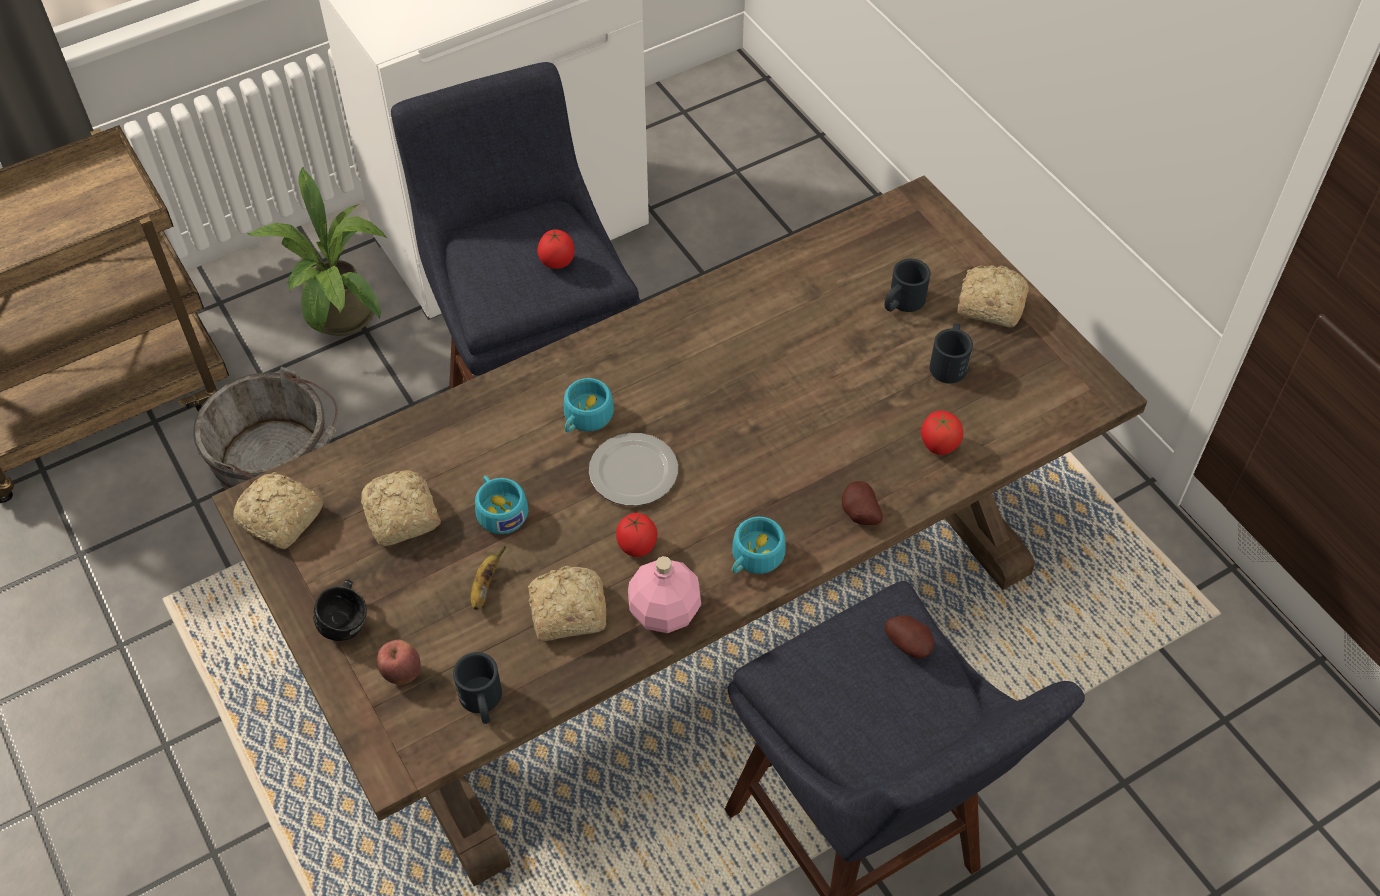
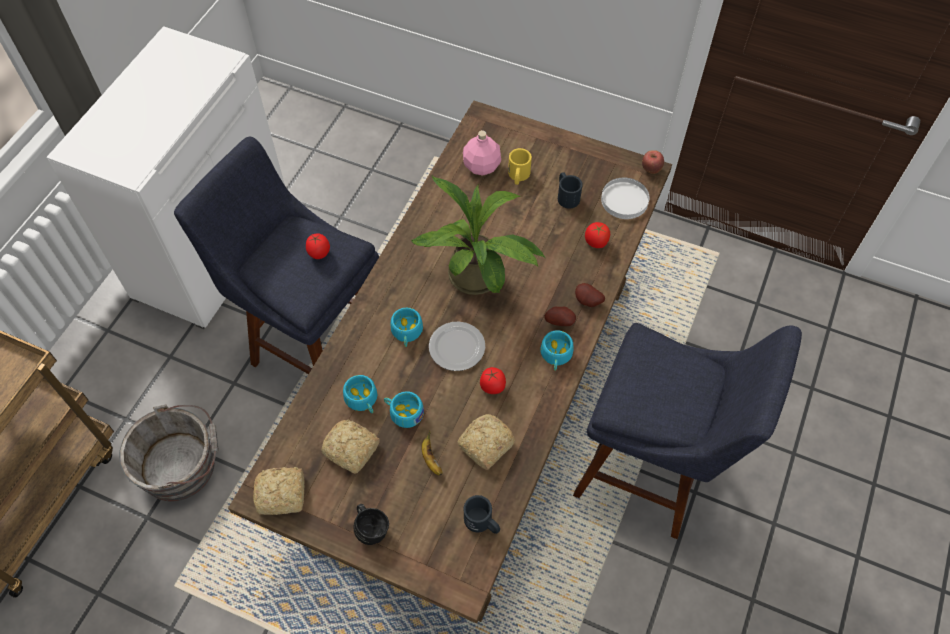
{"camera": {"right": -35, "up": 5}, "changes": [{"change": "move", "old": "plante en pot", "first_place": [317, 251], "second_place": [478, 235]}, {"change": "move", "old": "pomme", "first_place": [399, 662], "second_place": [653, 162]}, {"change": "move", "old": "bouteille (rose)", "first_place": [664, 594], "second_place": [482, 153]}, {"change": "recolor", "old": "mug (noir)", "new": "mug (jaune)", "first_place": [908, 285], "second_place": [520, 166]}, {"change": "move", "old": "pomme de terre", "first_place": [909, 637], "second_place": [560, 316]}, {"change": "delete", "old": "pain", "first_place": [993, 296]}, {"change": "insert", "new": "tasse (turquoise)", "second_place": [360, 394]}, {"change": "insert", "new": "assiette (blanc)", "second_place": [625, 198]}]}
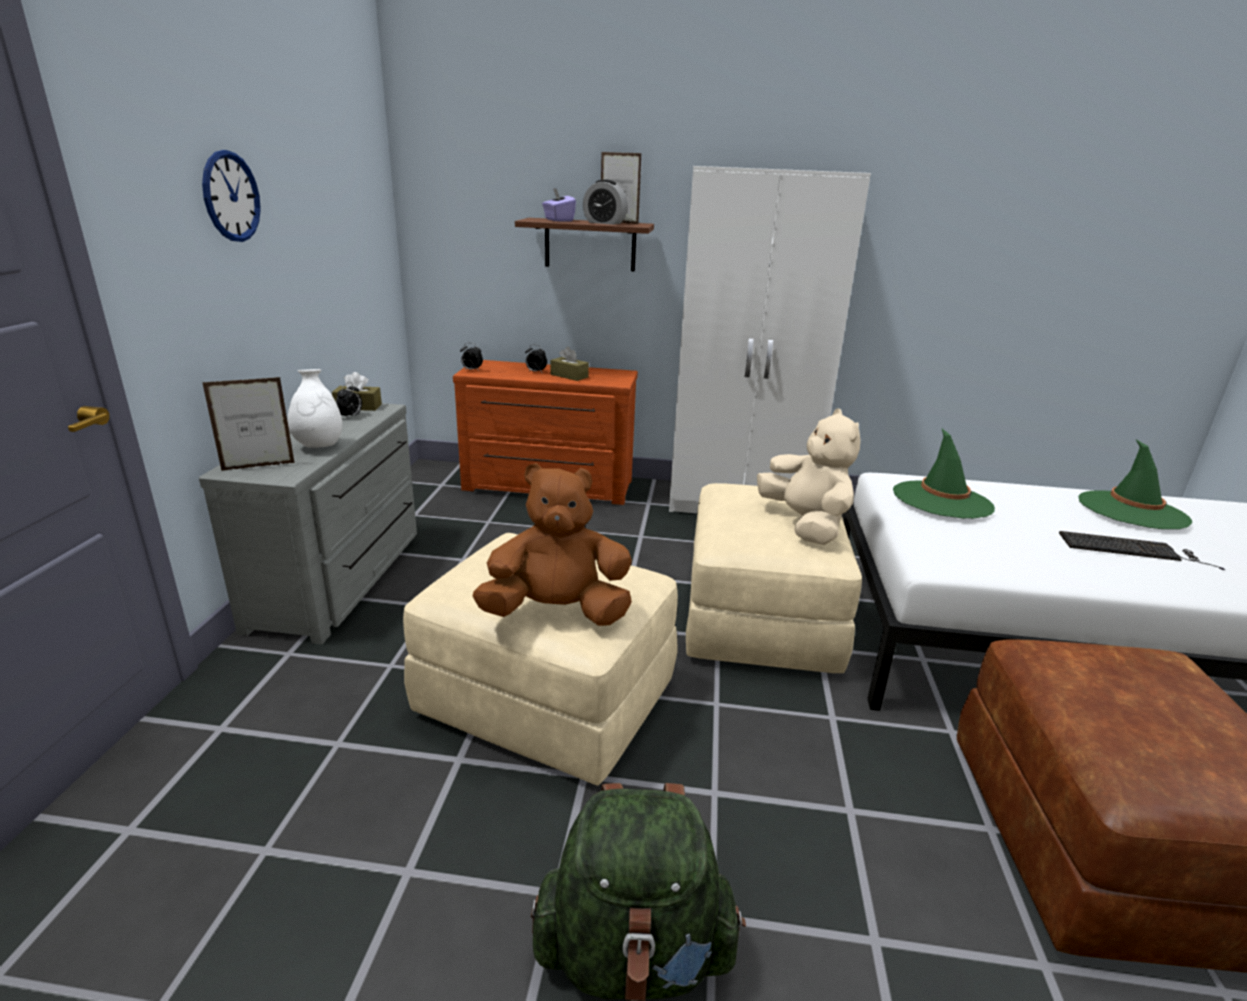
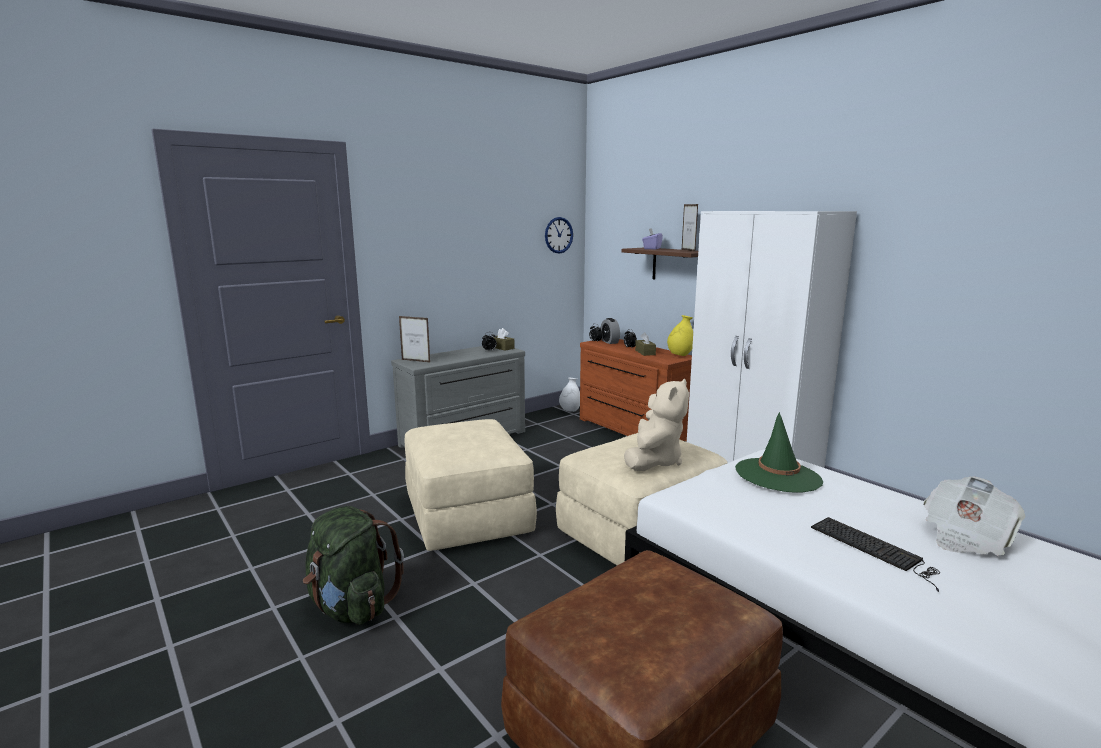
{"camera": {"right": 45, "up": -10}, "changes": [{"change": "move", "old": "horloge murale", "first_place": [231, 196], "second_place": [559, 235]}, {"change": "move", "old": "vase (blanc)", "first_place": [314, 408], "second_place": [569, 395]}, {"change": "delete", "old": "peluche (marron)", "first_place": [552, 544]}, {"change": "move", "old": "réveil", "first_place": [605, 202], "second_place": [610, 331]}, {"change": "replace", "old": "chapeau (vert)", "new": "journal", "first_place": [1135, 484], "second_place": [974, 516]}, {"change": "insert", "new": "vase (jaune)", "second_place": [680, 335]}]}
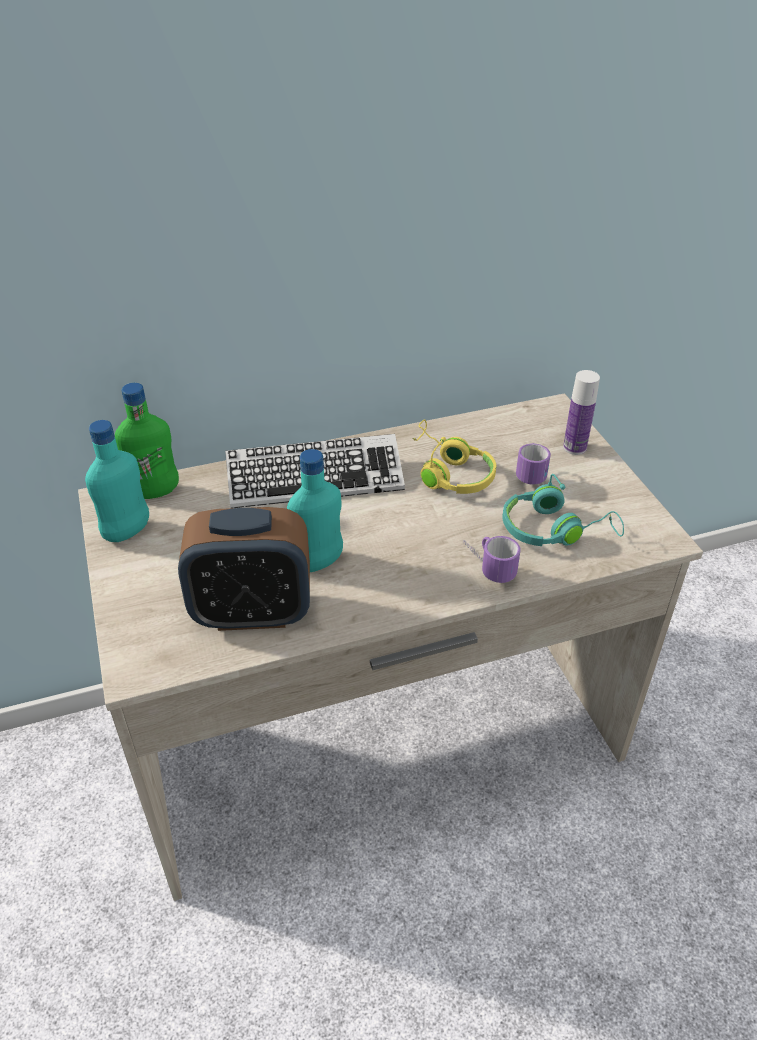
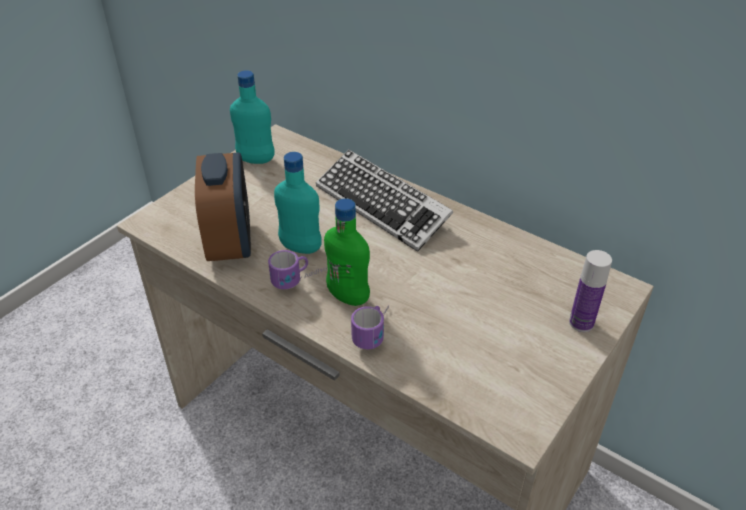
{"camera": {"right": 55, "up": 0}, "changes": [{"change": "move", "old": "bouteille (vert)", "first_place": [147, 441], "second_place": [347, 252]}, {"change": "rotate", "old": "réveil", "first_place": [244, 569], "second_place": [223, 207], "degrees": -150}, {"change": "delete", "old": "casque audio (jaune)", "first_place": [454, 456]}, {"change": "delete", "old": "casque audio (turquoise)", "first_place": [563, 510]}, {"change": "move", "old": "mug", "first_place": [533, 463], "second_place": [297, 269]}]}
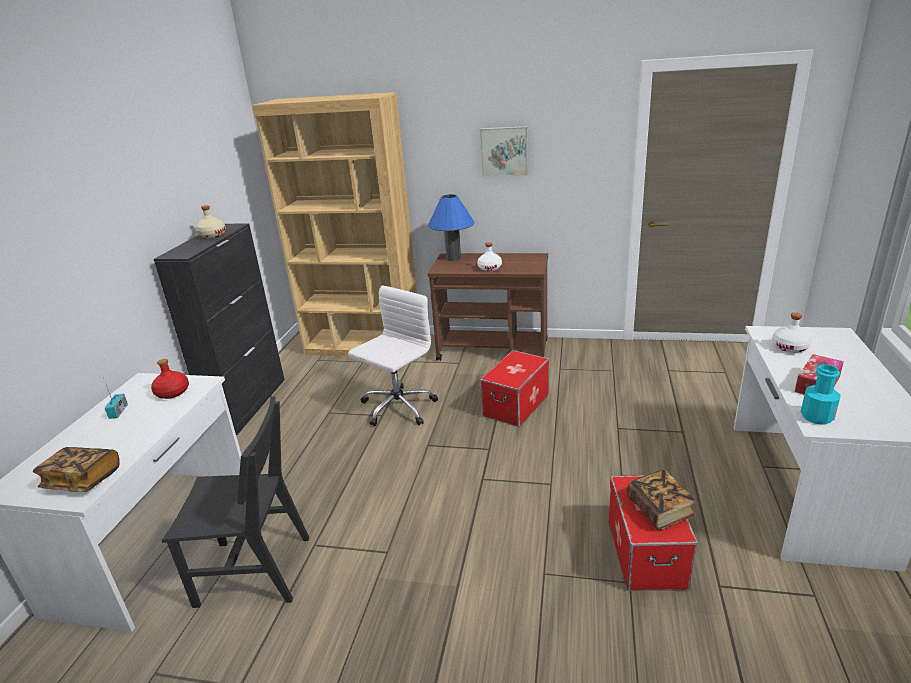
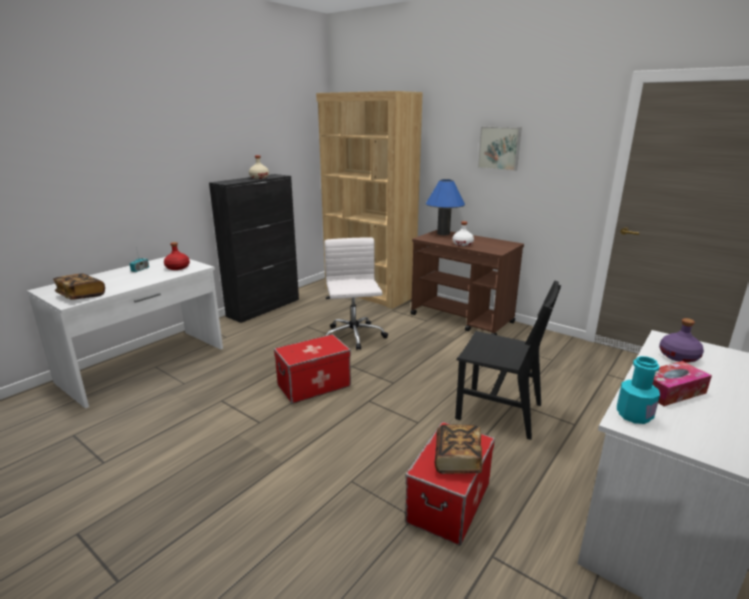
{"camera": {"right": 25, "up": -5}, "changes": [{"change": "move", "old": "chaise (noir)", "first_place": [235, 502], "second_place": [508, 360]}, {"change": "rotate", "old": "chaise de bureau (blanc)", "first_place": [393, 356], "second_place": [356, 293], "degrees": -75}, {"change": "move", "old": "boîte de rangement", "first_place": [514, 388], "second_place": [312, 369]}, {"change": "recolor", "old": "bouteille (blanc)", "new": "bouteille (violet)", "first_place": [791, 332], "second_place": [681, 340]}]}
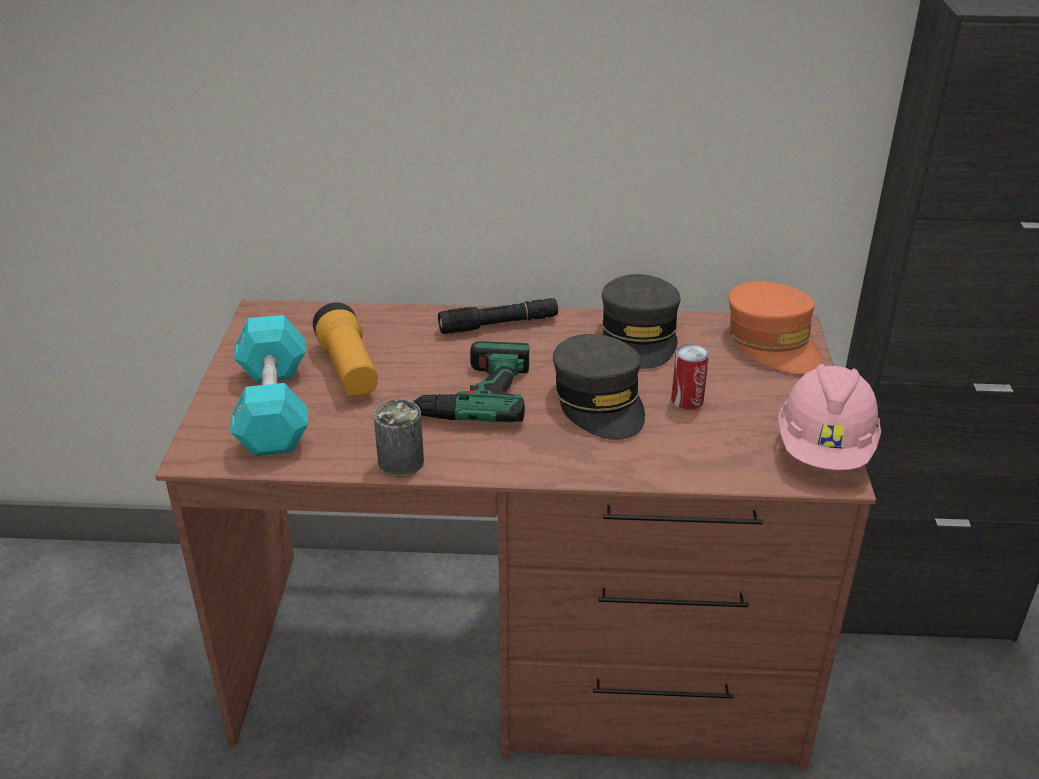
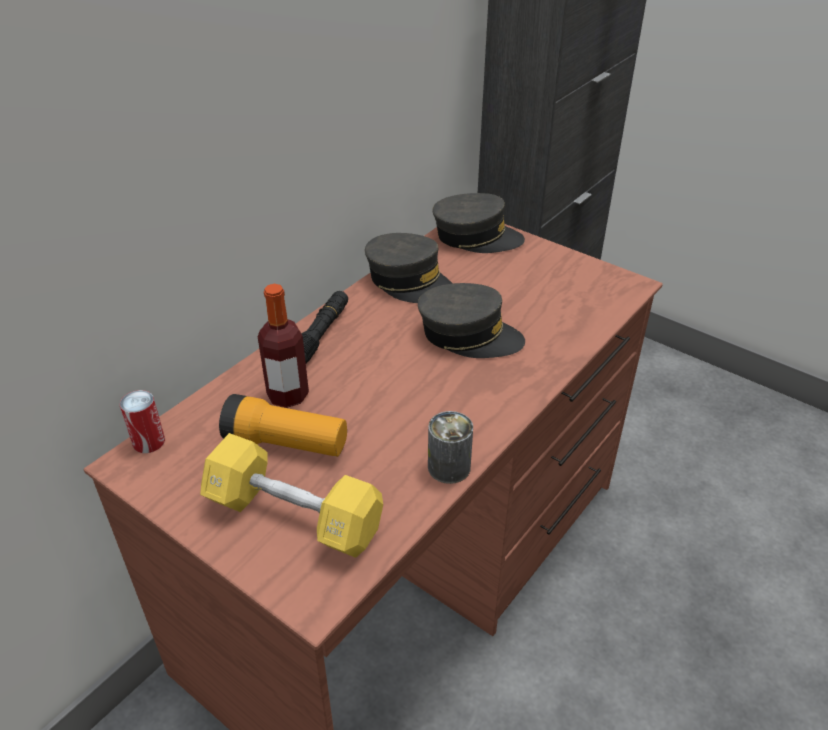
{"camera": {"right": -55, "up": 5}, "changes": [{"change": "recolor", "old": "haltère (turquoise)", "new": "haltère (jaune)", "first_place": [269, 385], "second_place": [291, 495]}, {"change": "delete", "old": "perceuse", "first_place": [471, 381]}, {"change": "move", "old": "boîte métallique", "first_place": [690, 377], "second_place": [142, 421]}, {"change": "recolor", "old": "casquette (orange)", "new": "casquette (gris)", "first_place": [775, 327], "second_place": [478, 223]}, {"change": "delete", "old": "casque de chantier (rose)", "first_place": [829, 417]}, {"change": "insert", "new": "bouteille", "second_place": [283, 346]}]}
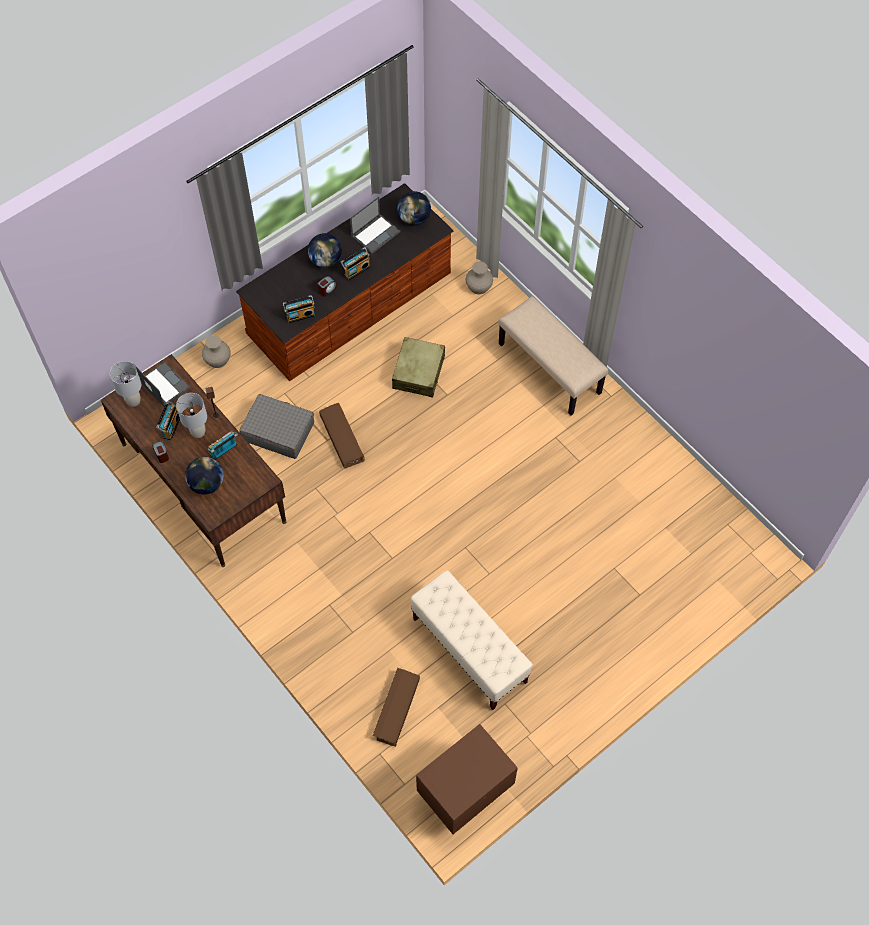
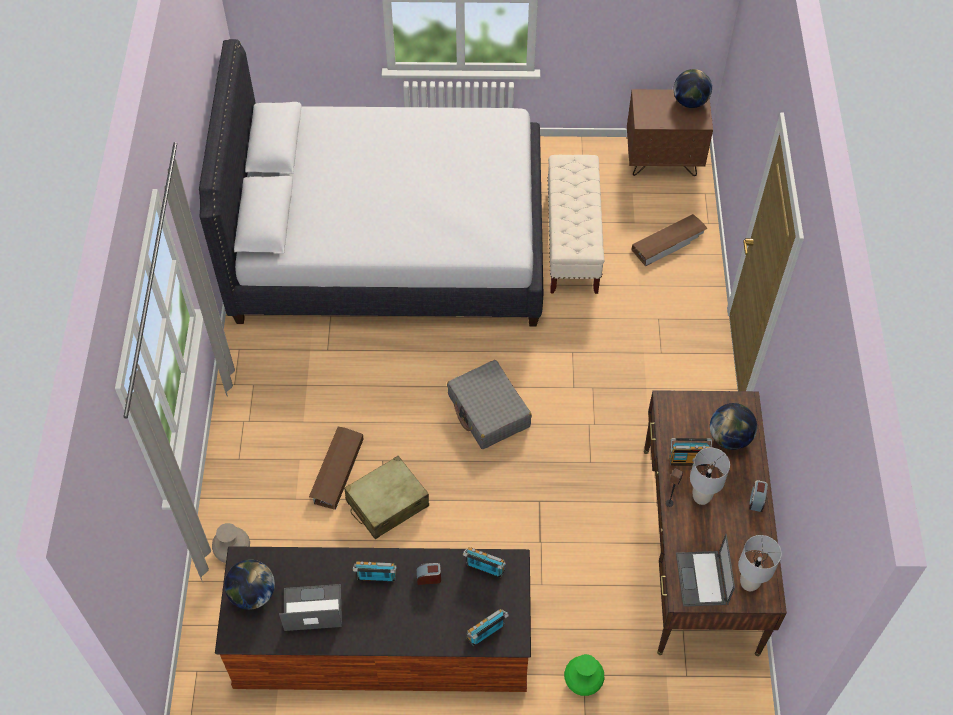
{"camera": {"right": -140, "up": -5}, "changes": [{"change": "move", "old": "radio", "first_place": [168, 420], "second_place": [488, 627]}, {"change": "recolor", "old": "vase (beige)", "new": "vase (vert)", "first_place": [216, 351], "second_place": [584, 675]}, {"change": "move", "old": "valise (gris)", "first_place": [276, 426], "second_place": [489, 404]}, {"change": "move", "old": "globe", "first_place": [325, 250], "second_place": [693, 88]}, {"change": "move", "old": "boîte de rangement (marron)", "first_place": [342, 436], "second_place": [336, 468]}, {"change": "delete", "old": "banc (beige)", "first_place": [553, 356]}, {"change": "insert", "new": "lit (blanc)", "second_place": [371, 182]}]}
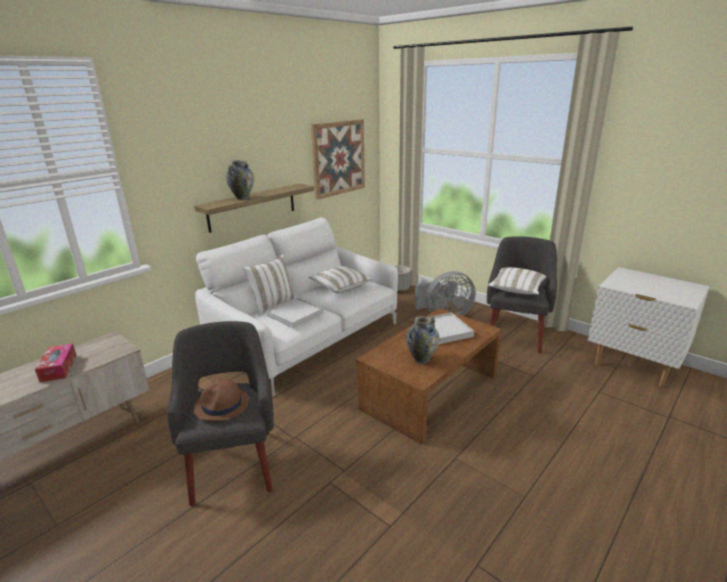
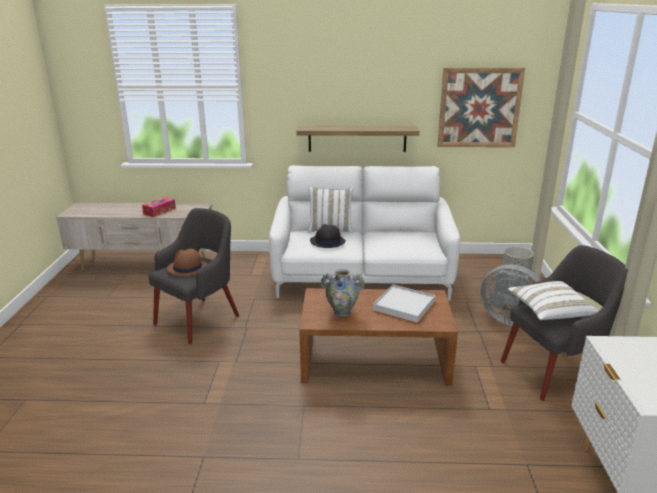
{"camera": {"right": 50, "up": 0}, "changes": [{"change": "delete", "old": "vase", "first_place": [240, 180]}, {"change": "replace", "old": "plateau (blanc)", "new": "chapeau (noir)", "first_place": [295, 312], "second_place": [328, 236]}, {"change": "delete", "old": "coussin (blanc)", "first_place": [340, 279]}]}
